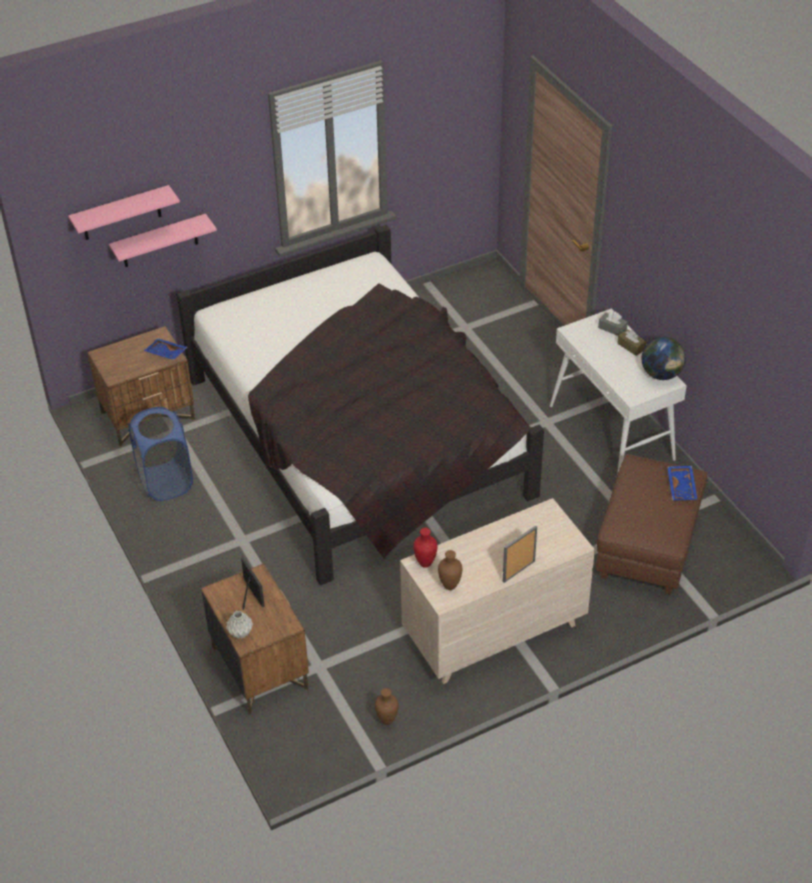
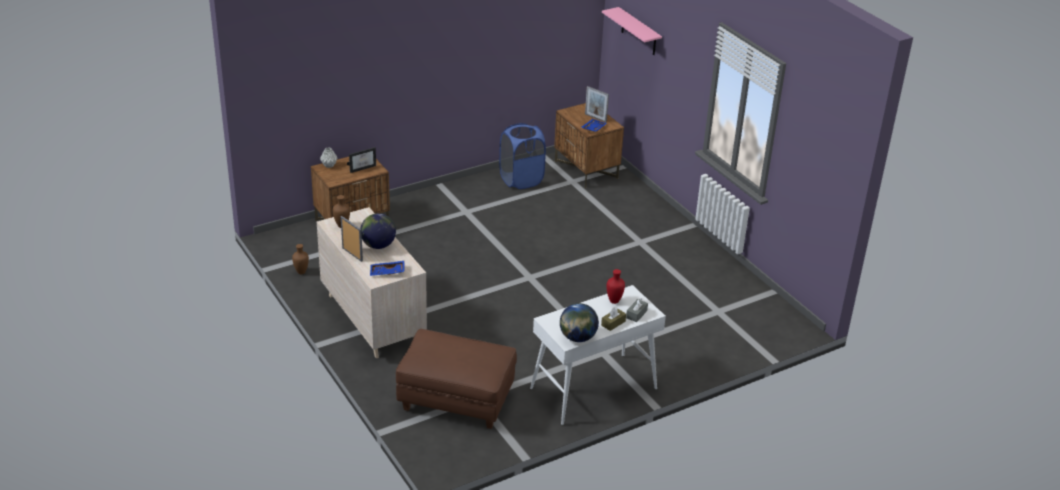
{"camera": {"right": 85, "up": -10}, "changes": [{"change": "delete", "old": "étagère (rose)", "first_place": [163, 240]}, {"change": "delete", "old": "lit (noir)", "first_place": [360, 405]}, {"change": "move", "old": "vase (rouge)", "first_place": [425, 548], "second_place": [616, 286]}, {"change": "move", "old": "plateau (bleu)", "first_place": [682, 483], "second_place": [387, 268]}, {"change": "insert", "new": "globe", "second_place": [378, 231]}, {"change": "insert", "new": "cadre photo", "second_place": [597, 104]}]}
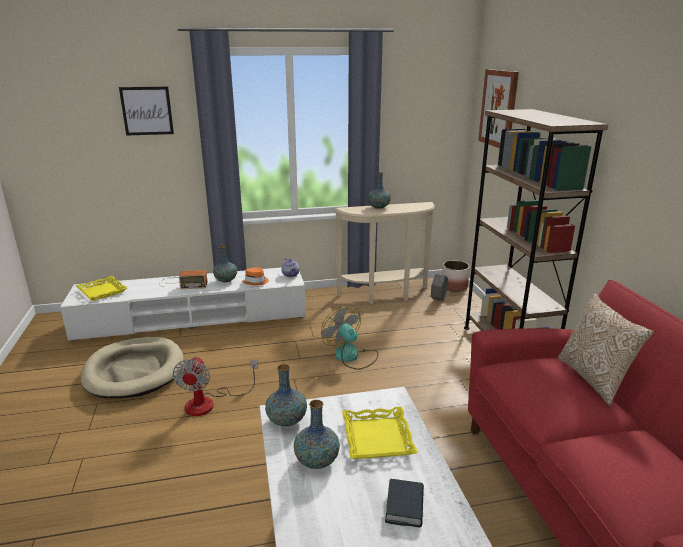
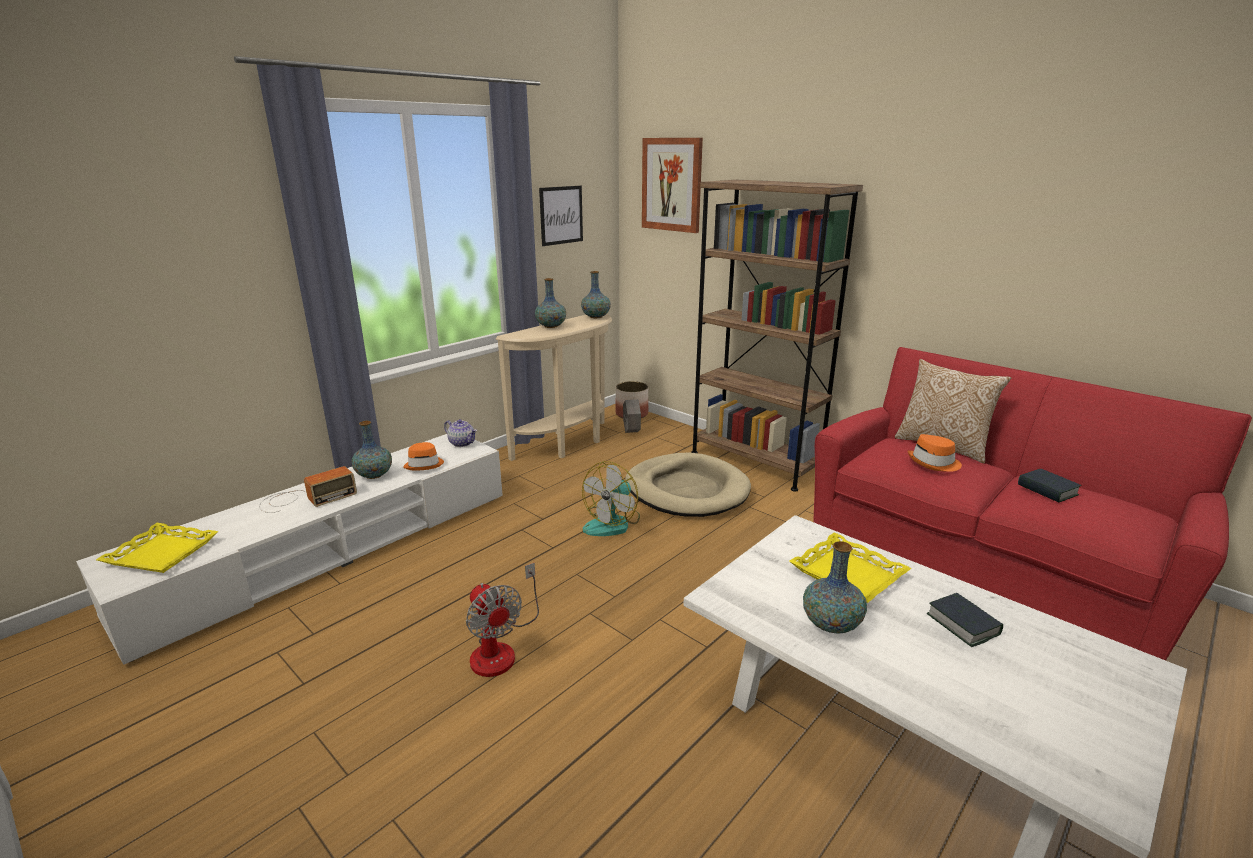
{"camera": {"right": -35, "up": 0}, "changes": [{"change": "move", "old": "panier pour chien (beige)", "first_place": [132, 367], "second_place": [688, 485]}, {"change": "move", "old": "tableau", "first_place": [146, 111], "second_place": [561, 216]}, {"change": "move", "old": "vase", "first_place": [286, 395], "second_place": [596, 294]}, {"change": "rotate", "old": "ventilateur", "first_place": [349, 338], "second_place": [611, 498], "degrees": -75}, {"change": "insert", "new": "chapeau (orange)", "second_place": [935, 453]}, {"change": "insert", "new": "livre", "second_place": [1050, 485]}]}
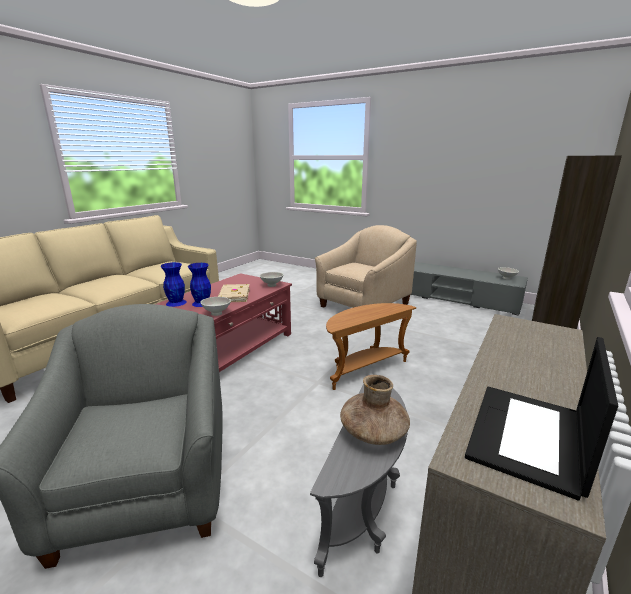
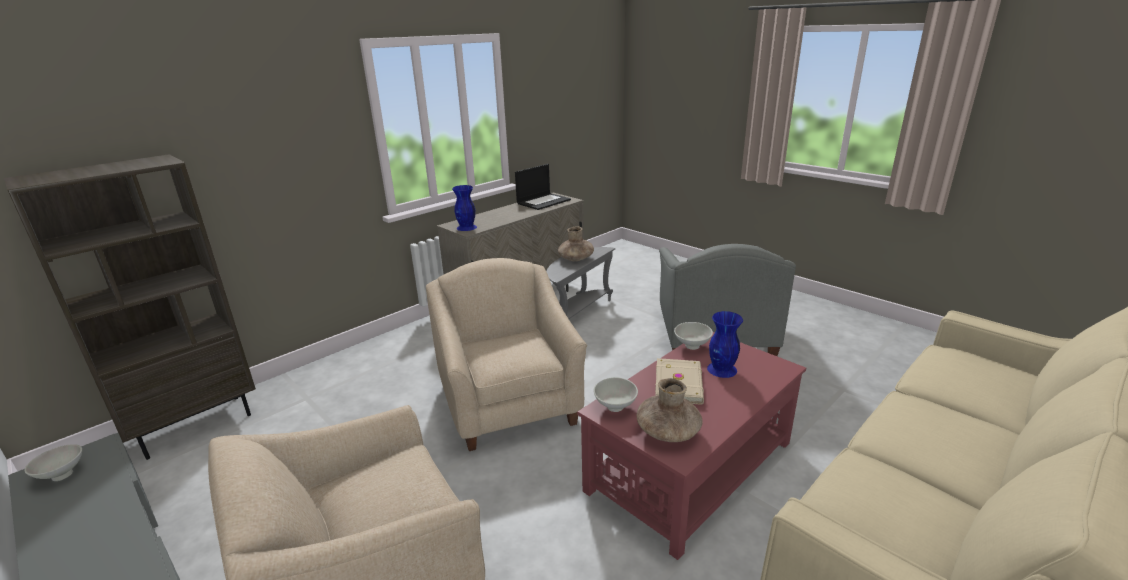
{"camera": {"right": -165, "up": 5}, "changes": [{"change": "move", "old": "vase (bleu)", "first_place": [174, 284], "second_place": [464, 208]}, {"change": "replace", "old": "table d'appoint (marron)", "new": "fauteuil (beige)", "first_place": [371, 346], "second_place": [506, 354]}, {"change": "insert", "new": "vase (marron)", "second_place": [670, 410]}]}
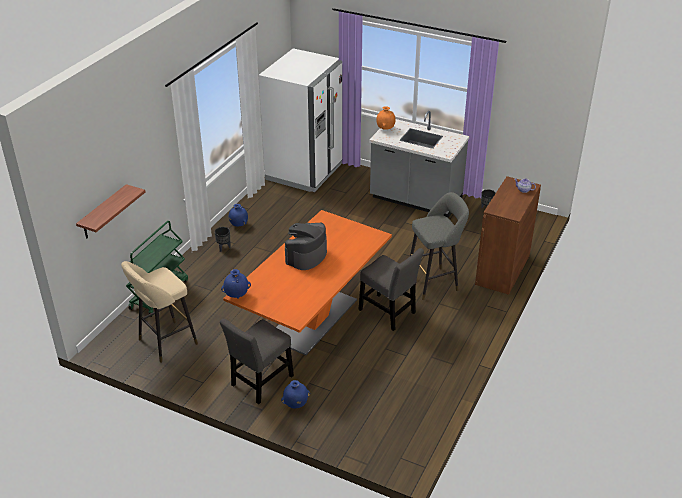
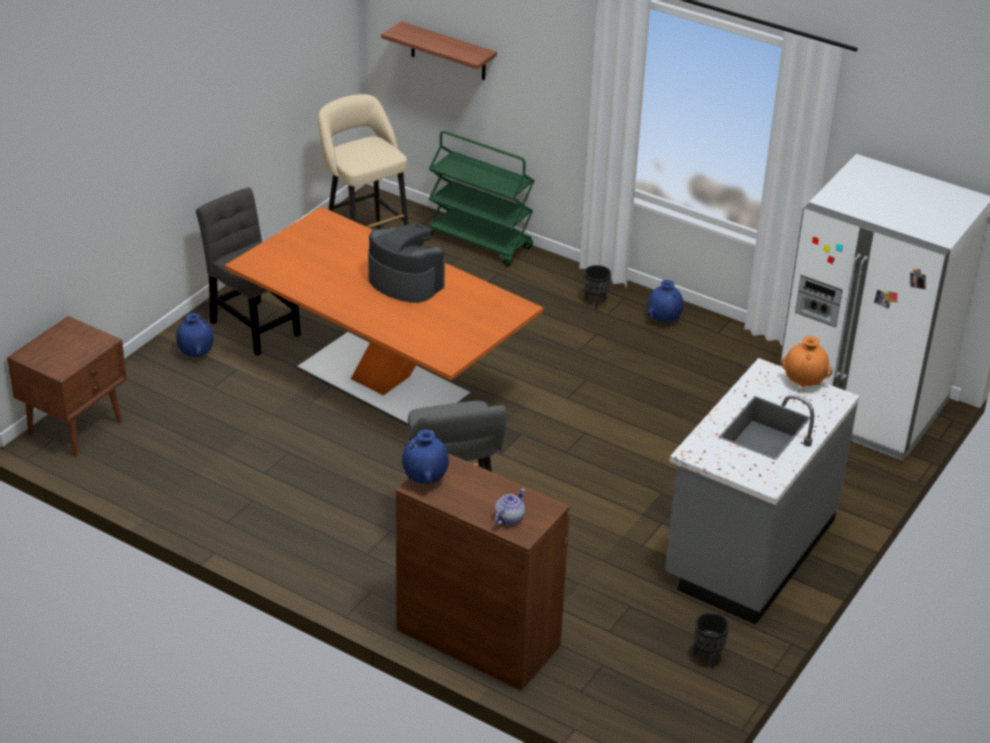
{"camera": {"right": 95, "up": 0}, "changes": [{"change": "move", "old": "vase (bleu)", "first_place": [236, 284], "second_place": [425, 457]}, {"change": "delete", "old": "chaise (gris)", "first_place": [391, 289]}, {"change": "insert", "new": "table de chevet (marron)", "second_place": [67, 386]}]}
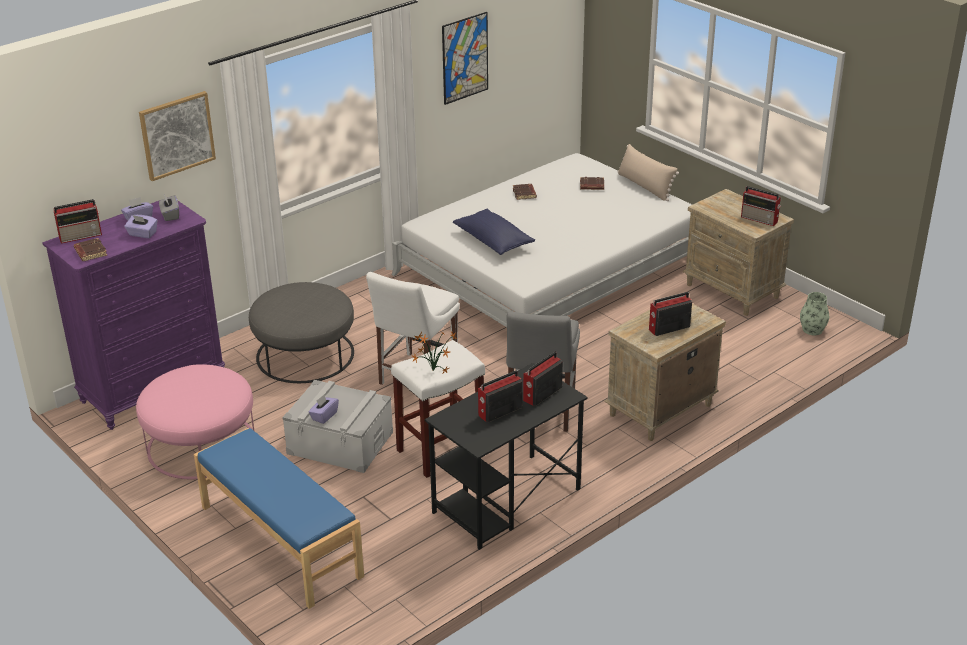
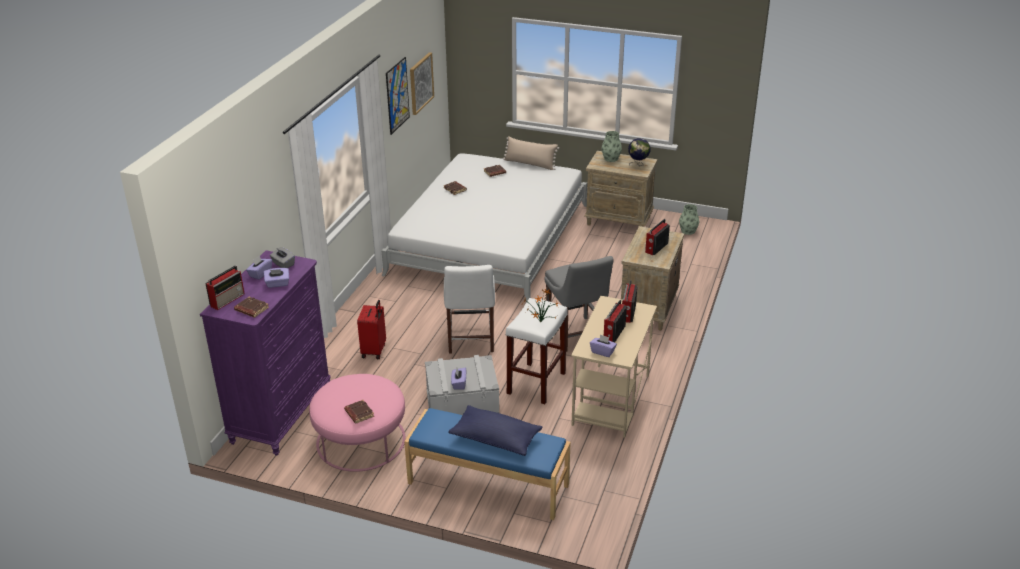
{"camera": {"right": -30, "up": 0}, "changes": [{"change": "move", "old": "tableau", "first_place": [177, 136], "second_place": [422, 83]}, {"change": "replace", "old": "pouf (gris)", "new": "valise (rouge)", "first_place": [301, 332], "second_place": [371, 329]}, {"change": "recolor", "old": "bureau (noir)", "new": "bureau (beige)", "first_place": [506, 456], "second_place": [614, 367]}, {"change": "move", "old": "coussin (bleu)", "first_place": [494, 232], "second_place": [495, 430]}, {"change": "replace", "old": "radio", "new": "globe", "first_place": [761, 206], "second_place": [639, 152]}, {"change": "insert", "new": "livre (marron)", "second_place": [359, 412]}, {"change": "insert", "new": "boîte à mouchoirs (violet)", "second_place": [603, 345]}, {"change": "insert", "new": "vase", "second_place": [612, 146]}]}
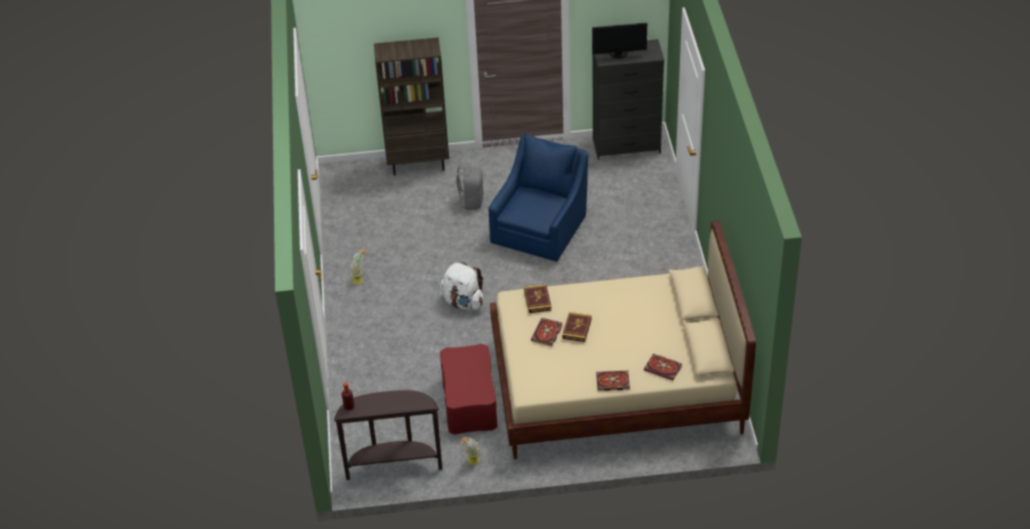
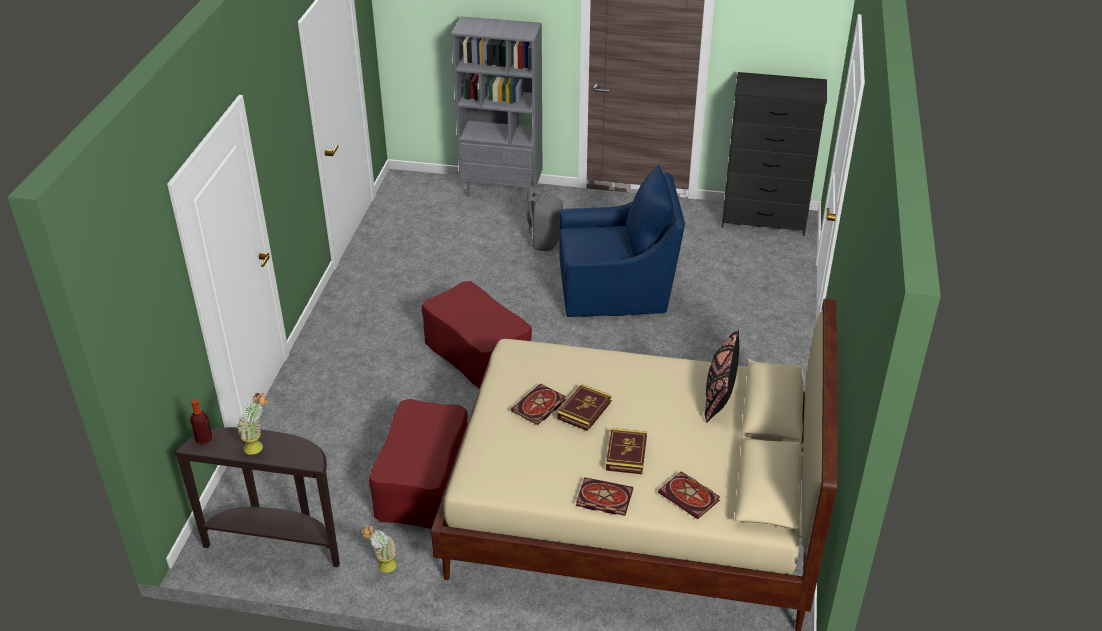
{"camera": {"right": 15, "up": -5}, "changes": [{"change": "move", "old": "plante en pot", "first_place": [358, 265], "second_place": [252, 424]}, {"change": "recolor", "old": "bibliothèque (marron)", "new": "bibliothèque (gris)", "first_place": [411, 106], "second_place": [496, 109]}, {"change": "replace", "old": "sac à dos (blanc)", "new": "pouf (rouge)", "first_place": [461, 286], "second_place": [477, 335]}, {"change": "rotate", "old": "fauteuil (bleu)", "first_place": [538, 197], "second_place": [622, 241], "degrees": 45}, {"change": "move", "old": "livre", "first_place": [538, 298], "second_place": [626, 451]}, {"change": "delete", "old": "écran d'ordinateur", "first_place": [619, 40]}, {"change": "insert", "new": "coussin (noir)", "second_place": [722, 376]}]}
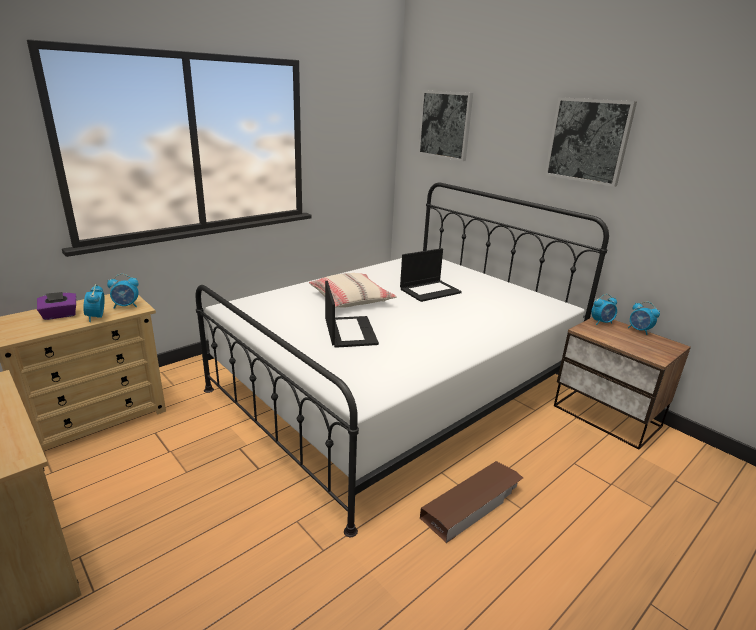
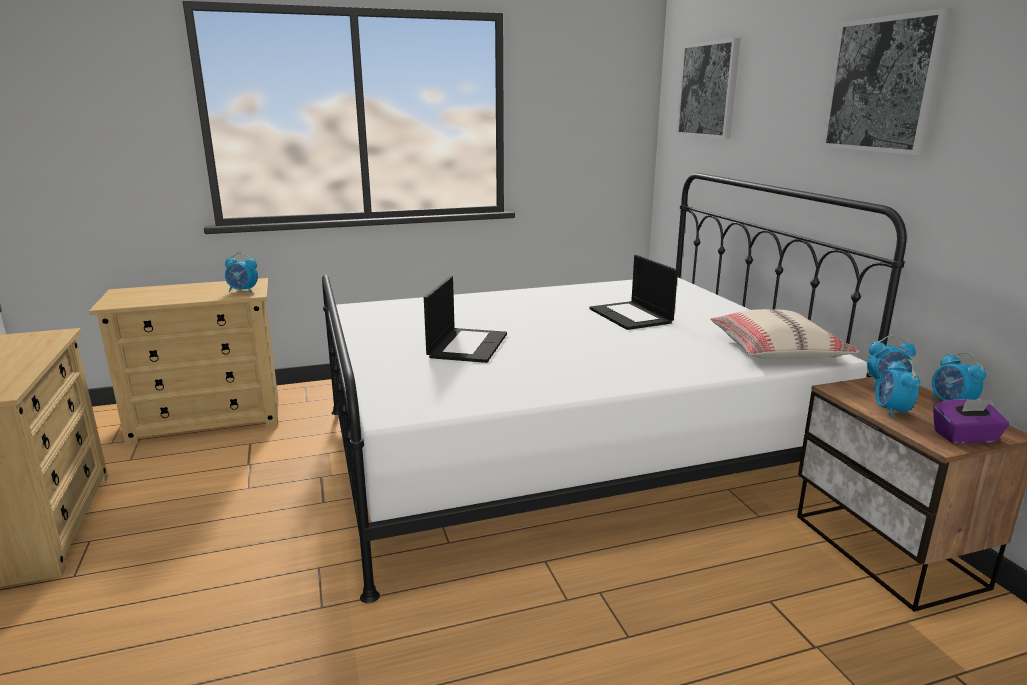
{"camera": {"right": 25, "up": -5}, "changes": [{"change": "move", "old": "boîte à mouchoirs (violet)", "first_place": [56, 306], "second_place": [971, 421]}, {"change": "move", "old": "réveil", "first_place": [94, 303], "second_place": [897, 388]}, {"change": "move", "old": "coussin (beige)", "first_place": [353, 290], "second_place": [785, 334]}, {"change": "rotate", "old": "ordinateur portable", "first_place": [431, 275], "second_place": [633, 292], "degrees": 75}, {"change": "delete", "old": "boîte de rangement (marron)", "first_place": [471, 502]}]}
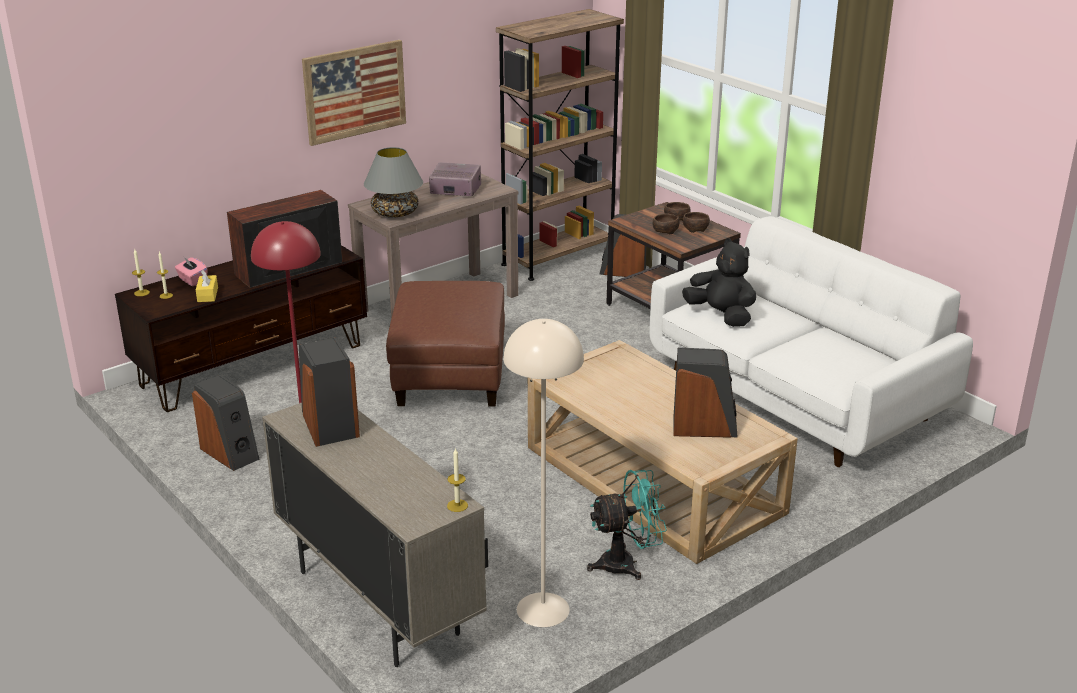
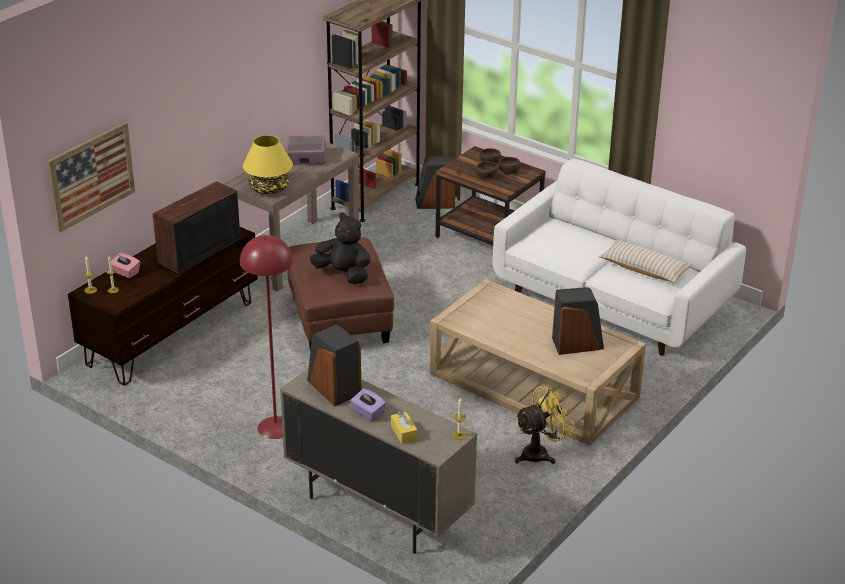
{"camera": {"right": -15, "up": 5}, "changes": [{"change": "delete", "old": "enceinte", "first_place": [226, 423]}, {"change": "move", "old": "boîte à mouchoirs (jaune)", "first_place": [207, 286], "second_place": [404, 428]}, {"change": "move", "old": "tableau", "first_place": [354, 93], "second_place": [91, 177]}, {"change": "recolor", "old": "lampe de table (gris)", "new": "lampe de table (jaune)", "first_place": [393, 182], "second_place": [268, 164]}, {"change": "delete", "old": "lampadaire (beige)", "first_place": [543, 473]}, {"change": "recolor", "old": "ventilateur (turquoise)", "new": "ventilateur (jaune)", "first_place": [627, 525], "second_place": [545, 424]}, {"change": "move", "old": "peluche (noir)", "first_place": [719, 282], "second_place": [340, 248]}, {"change": "insert", "new": "boîte à mouchoirs (violet)", "second_place": [368, 405]}, {"change": "insert", "new": "coussin (beige)", "second_place": [645, 261]}]}
